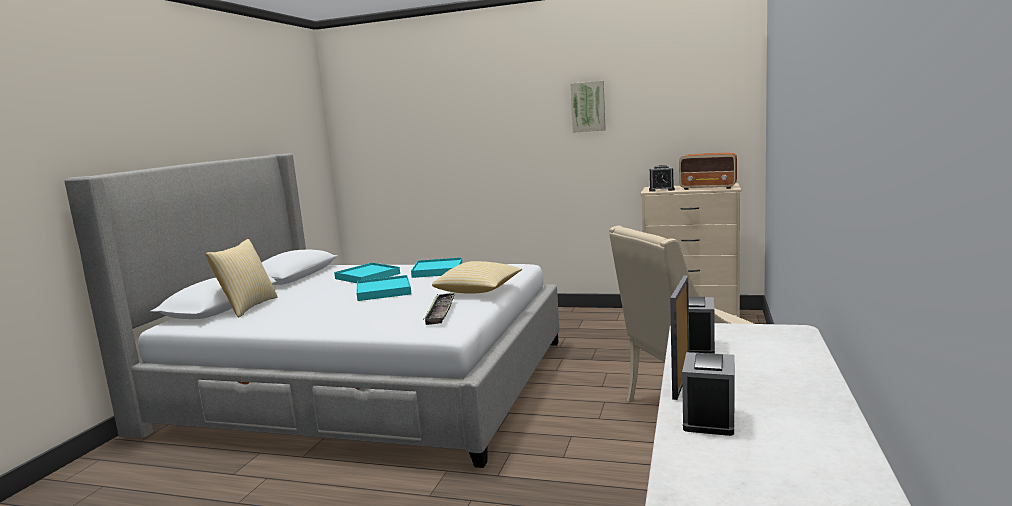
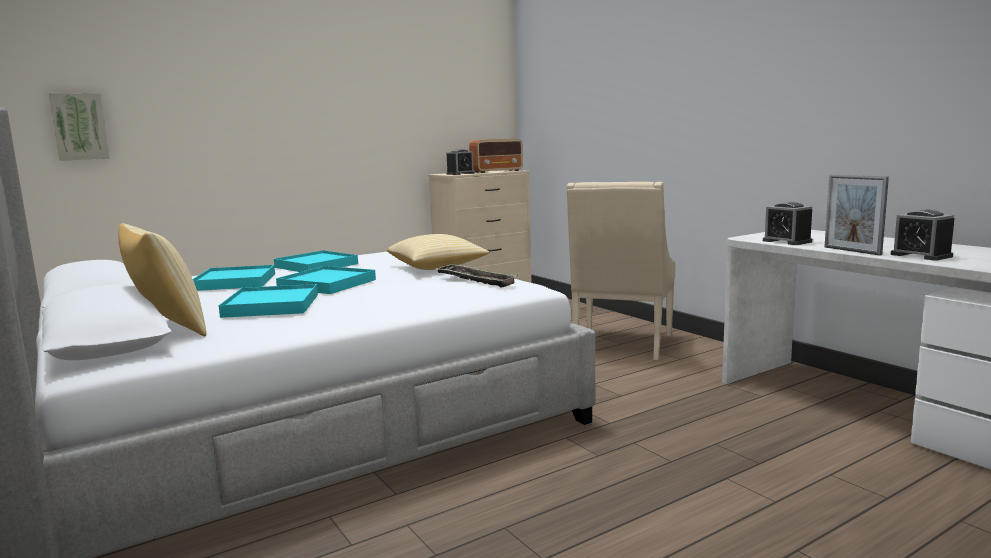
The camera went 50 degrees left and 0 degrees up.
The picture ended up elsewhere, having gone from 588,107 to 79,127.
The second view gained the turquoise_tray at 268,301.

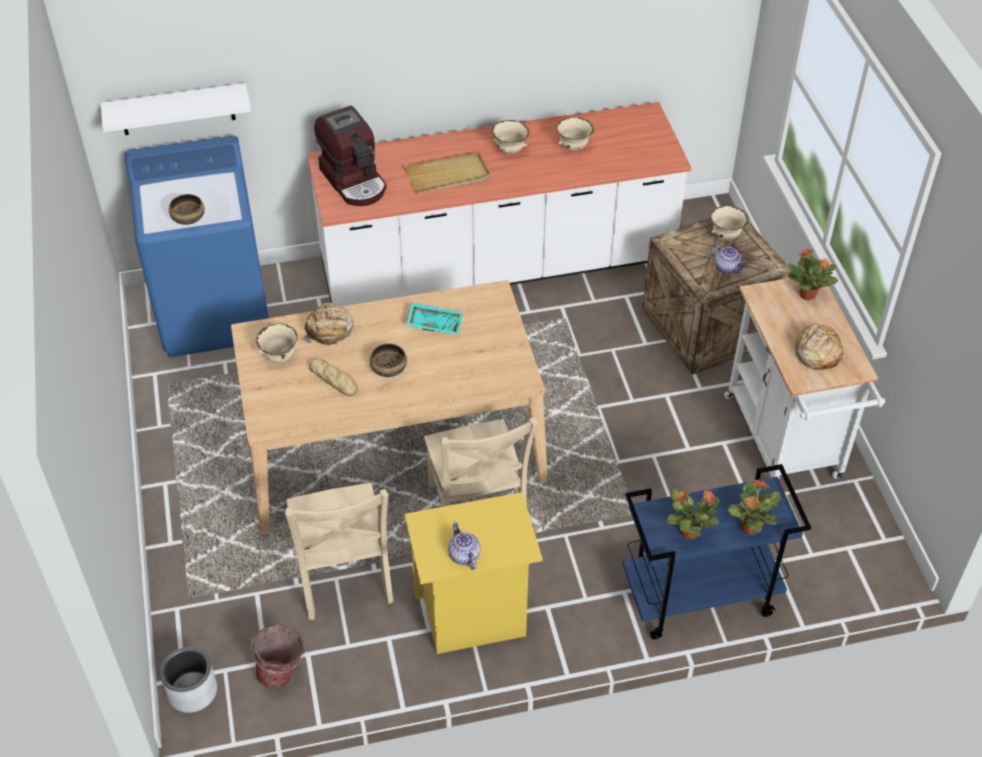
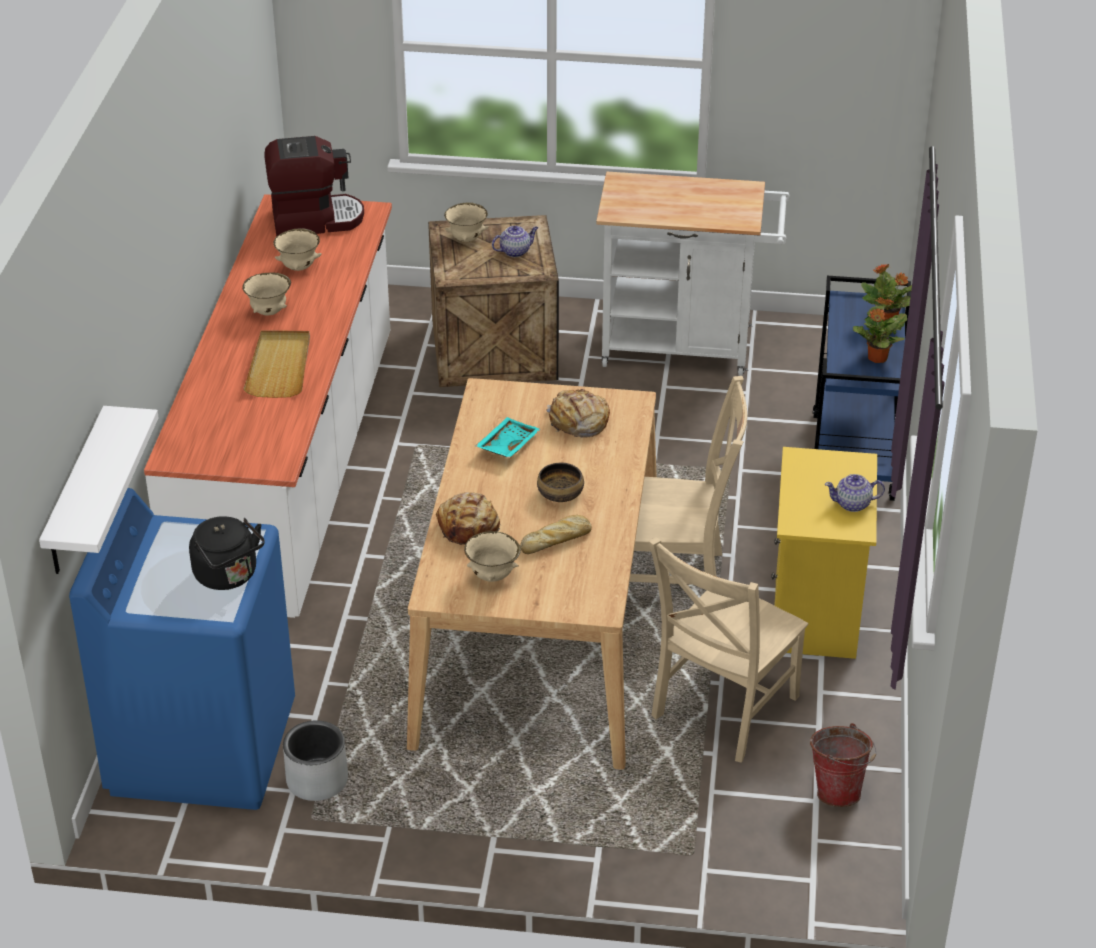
The camera went 70 degrees left and 10 degrees down.
Where the bowl stood at 187,209, the black_kettle came to stand at 227,553.
The coffee_machine ended up elsewhere, having gone from 350,156 to 314,186.
The grey_planter ended up elsewhere, having gone from 188,680 to 315,760.
The bread ended up elsewhere, having gone from 818,347 to 578,413.
The beige_chair at 339,551 ended up facing another way, 120 degrees clockwise from before.
The second view lost the potted_plant at 813,275.

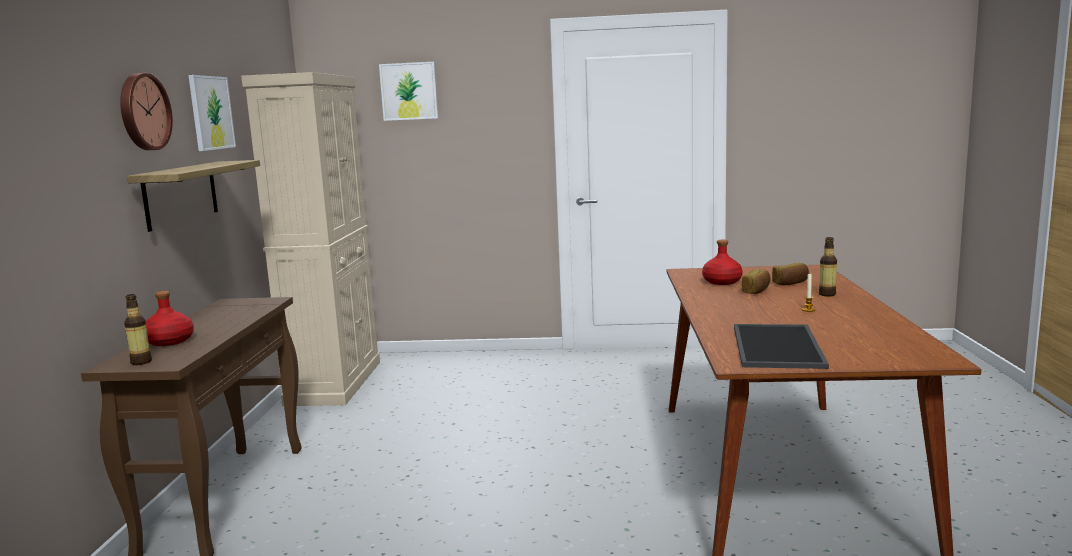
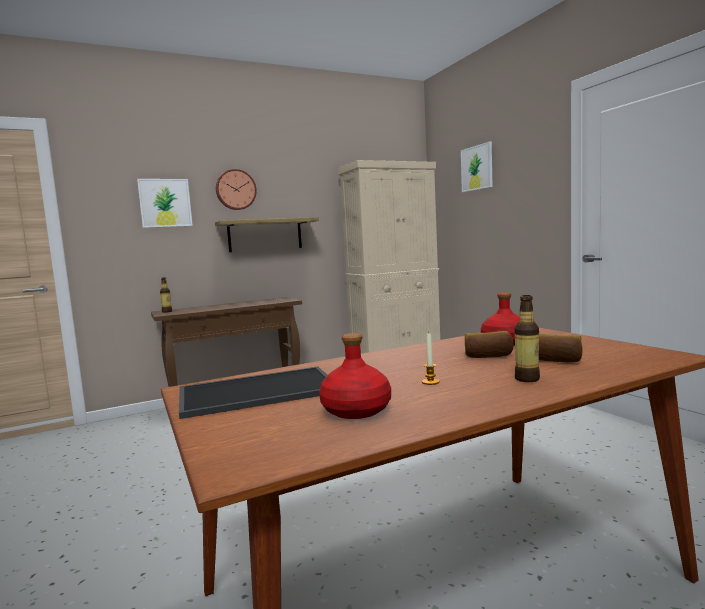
The camera went 60 degrees right and 5 degrees down.
The picture ended up elsewhere, having gone from 212,113 to 165,203.
The red_bottle ended up elsewhere, having gone from 170,318 to 355,376.

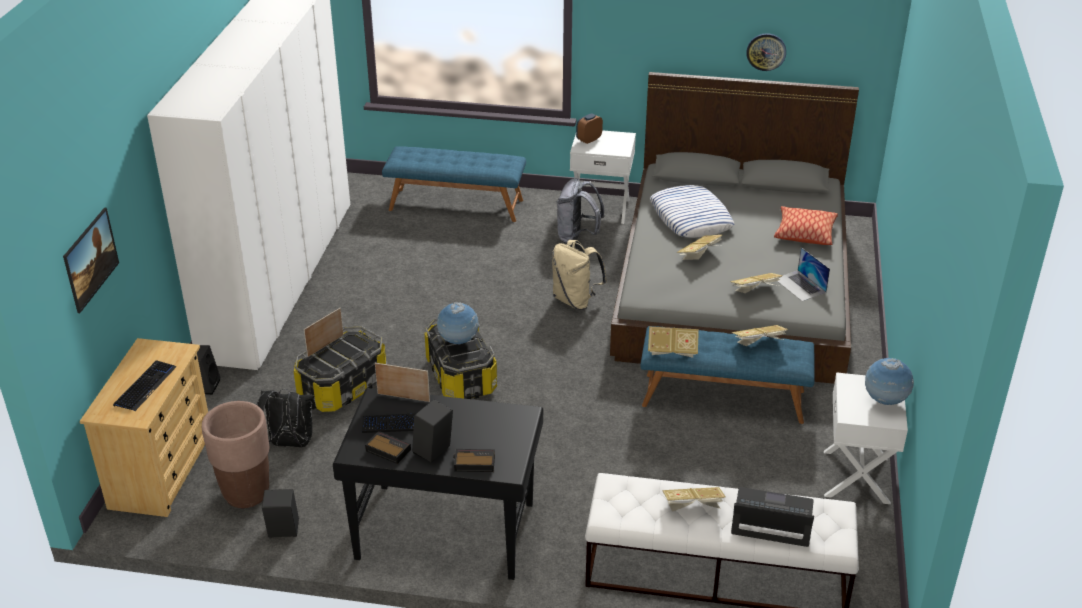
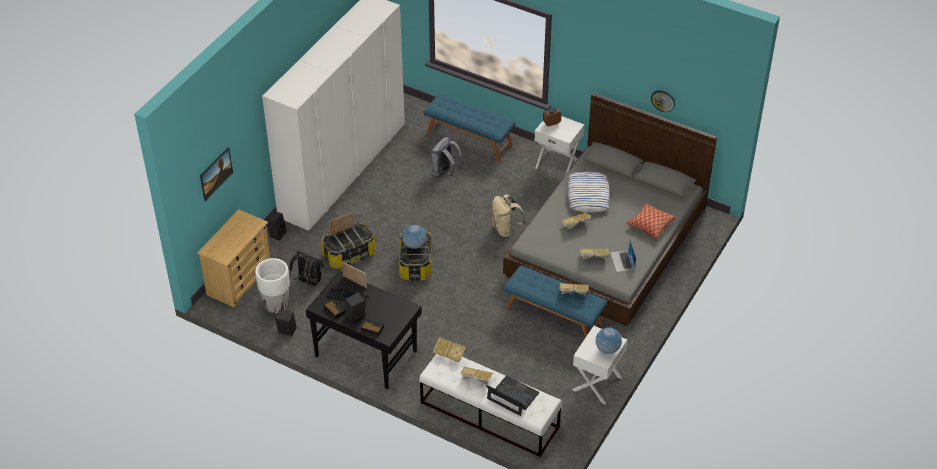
The camera went 20 degrees right and 10 degrees up.
What was the brown_planter at 235,454 turned into the white_planter at 272,285.
The grey_backpack ended up elsewhere, having gone from 580,211 to 447,157.
The book ended up elsewhere, having gone from 673,342 to 449,350.
The second view lost the keyboard at 144,385.

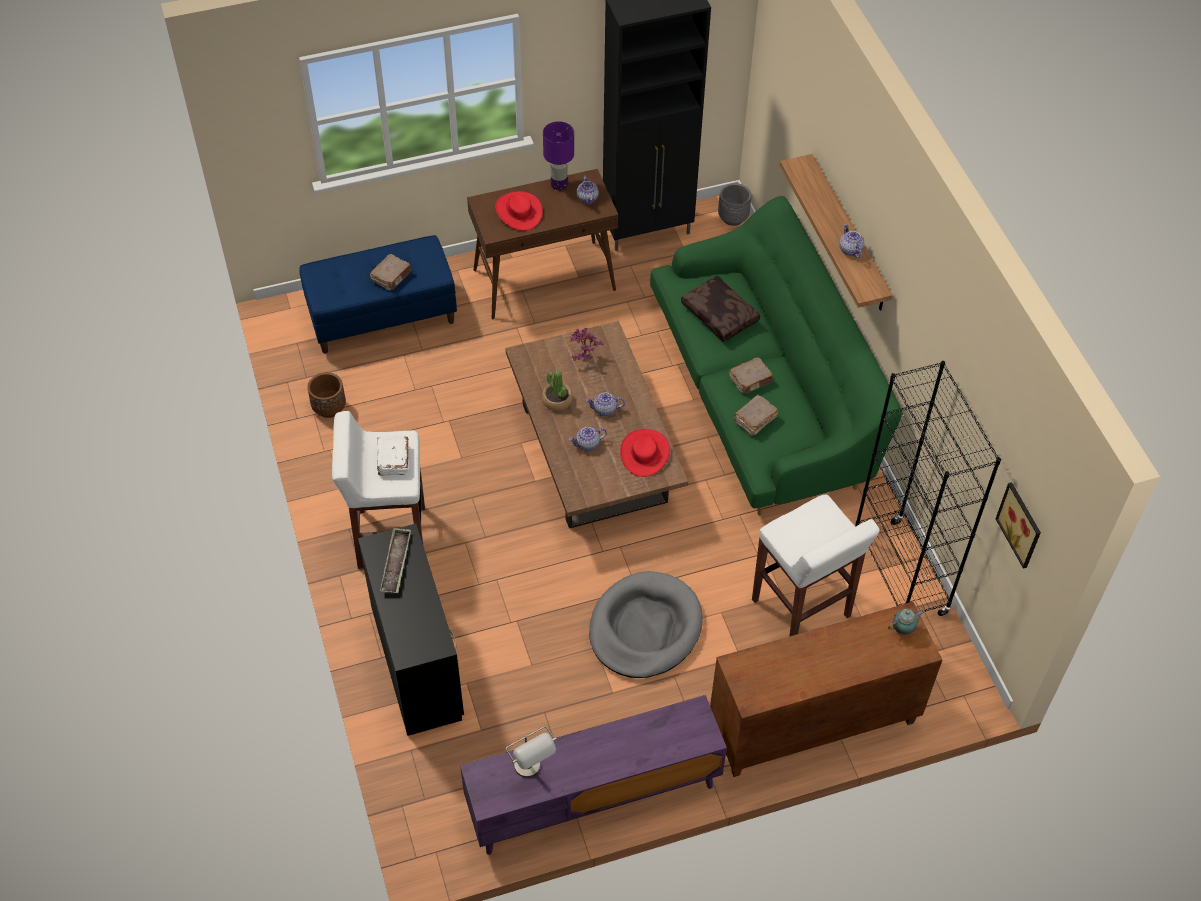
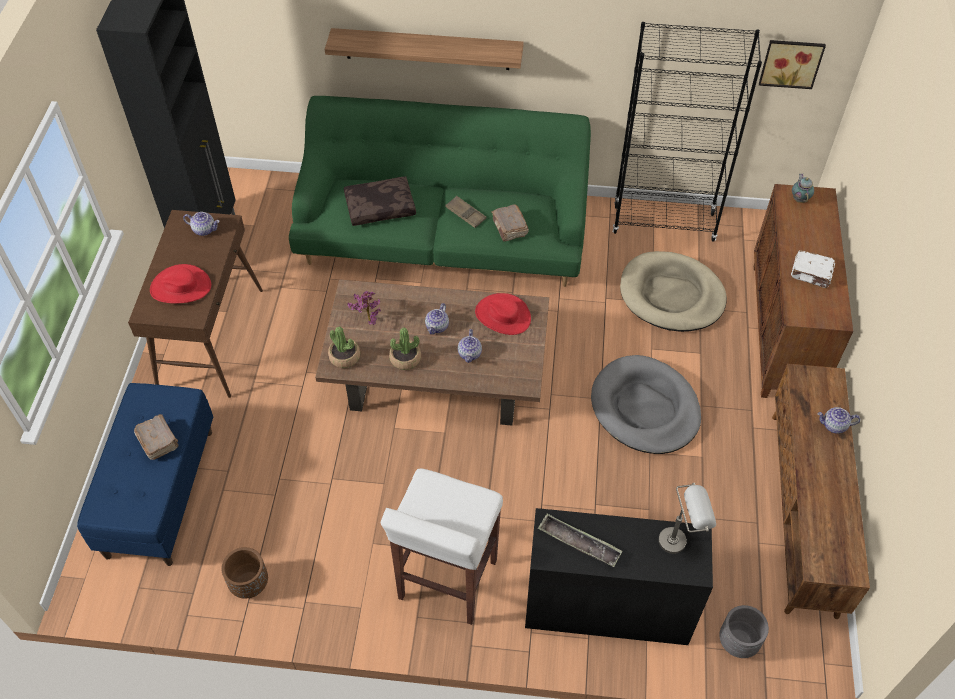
The camera went 65 degrees left and 0 degrees up.
The second view gained the potted_plant at 344,347.
Where the brown_book stood at 751,376, the brown_tray came to stand at 465,212.
Where the white_stool stood at 816,566, the beige_dog_bed came to stand at 673,291.
The grey_table_lamp ended up elsewhere, having gone from 530,752 to 687,518.
The grey_planter ended up elsewhere, having gone from 735,204 to 744,631.
What was the purple_tv_stand at 593,775 turned into the brown_tv_stand at 821,491.
The white_book ended up elsewhere, having gone from 393,456 to 813,269.
The teapot ended up elsewhere, having gone from 851,241 to 838,420.
The second view lost the purple_table_lamp at 558,155.

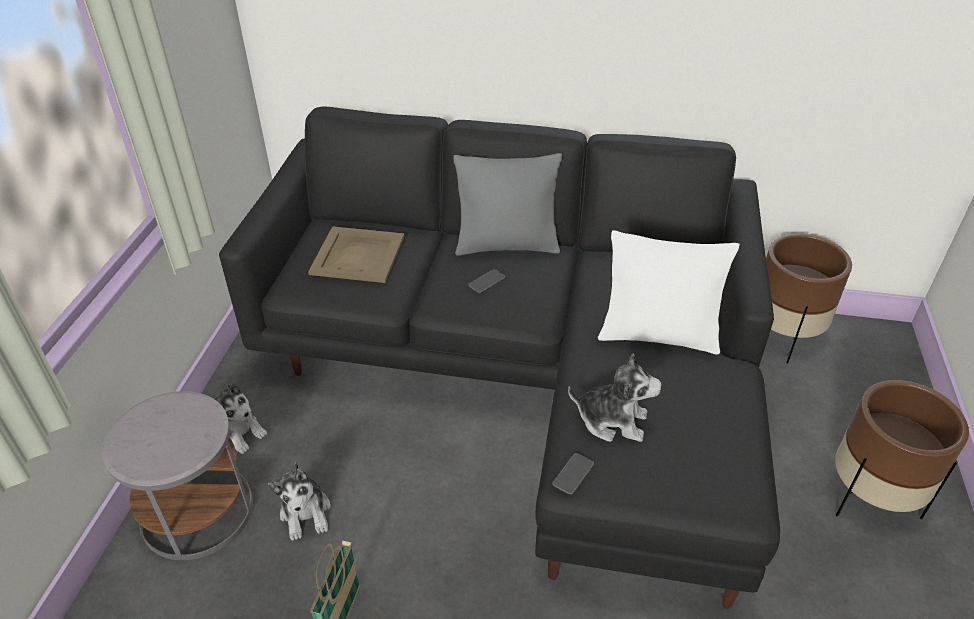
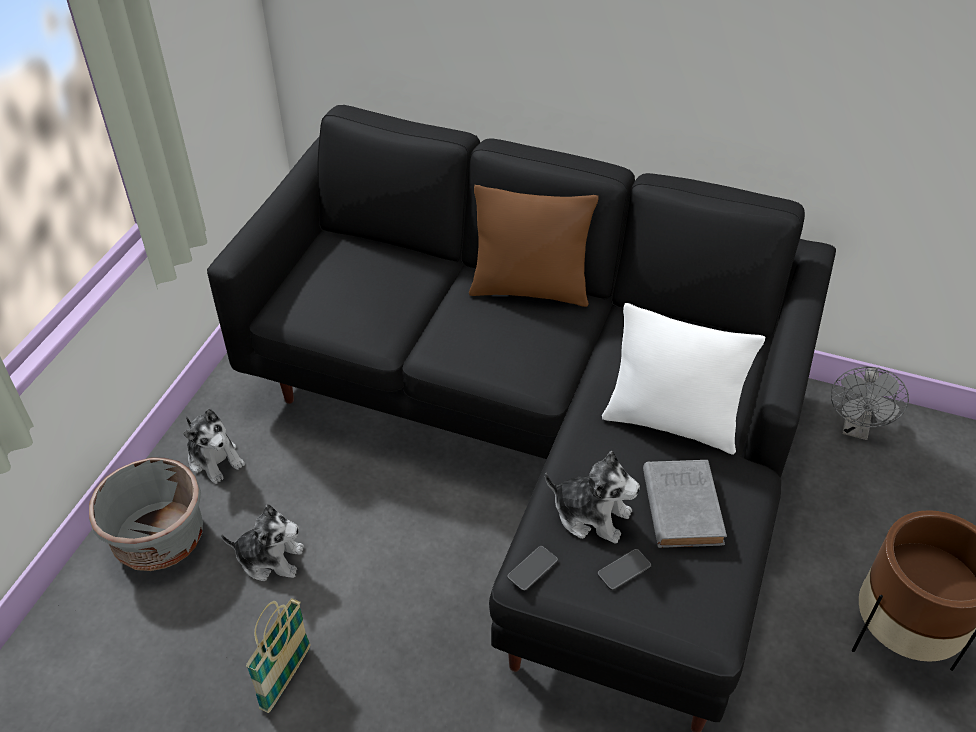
The camera went 10 degrees right and 5 degrees up.
Where the grey_side_table stood at 177,475, the grey_planter came to stand at 146,514.
The plush_toy at 299,500 ended up facing another way, 75 degrees counterclockwise from before.
What was the grey_pillow at 507,204 turned into the brown_pillow at 533,246.
The phone ended up elsewhere, having gone from 487,281 to 624,569.
The second view gained the grey_book at 685,504.
Where the brown_planter stood at 809,298, the grey_fan came to stand at 870,403.
The second view lost the beige_tray at 356,254.

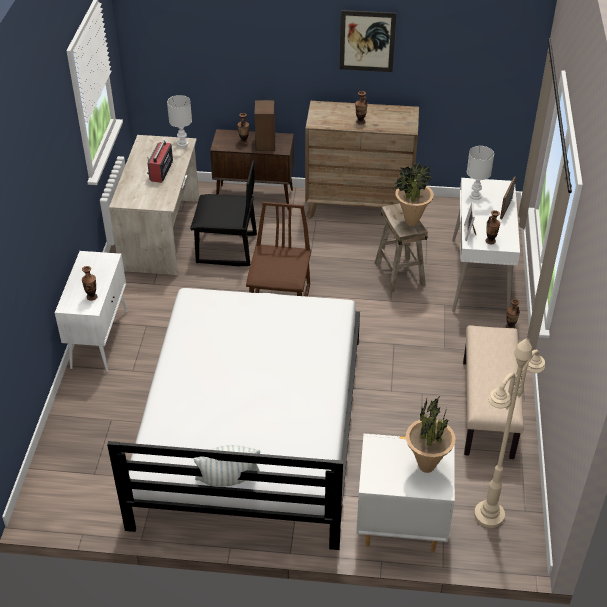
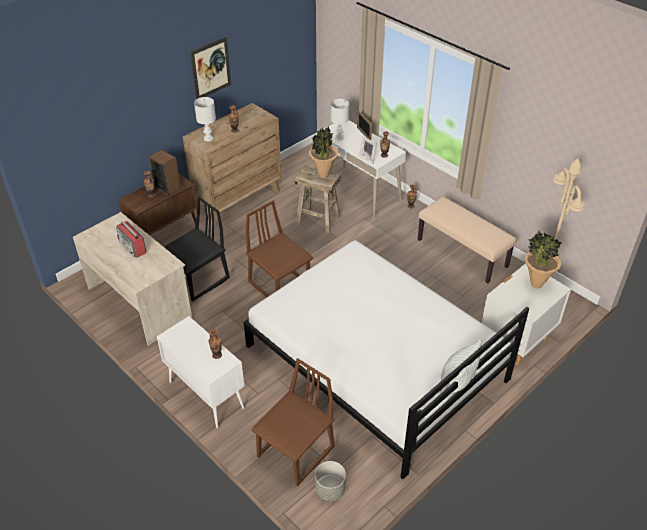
The camera went 50 degrees left and 0 degrees up.
The white_table_lamp ended up elsewhere, having gone from 179,121 to 205,119.
The second view gained the brown_chair at 293,422.
The second view gained the grey_planter at 330,481.

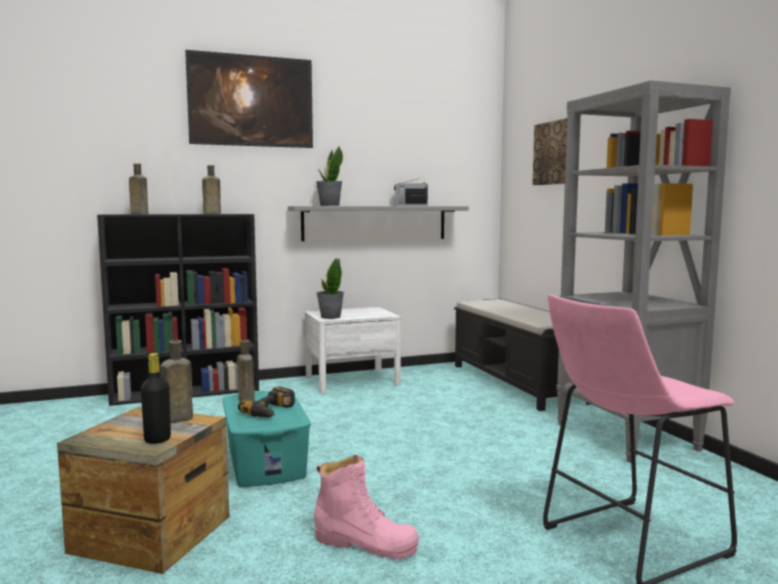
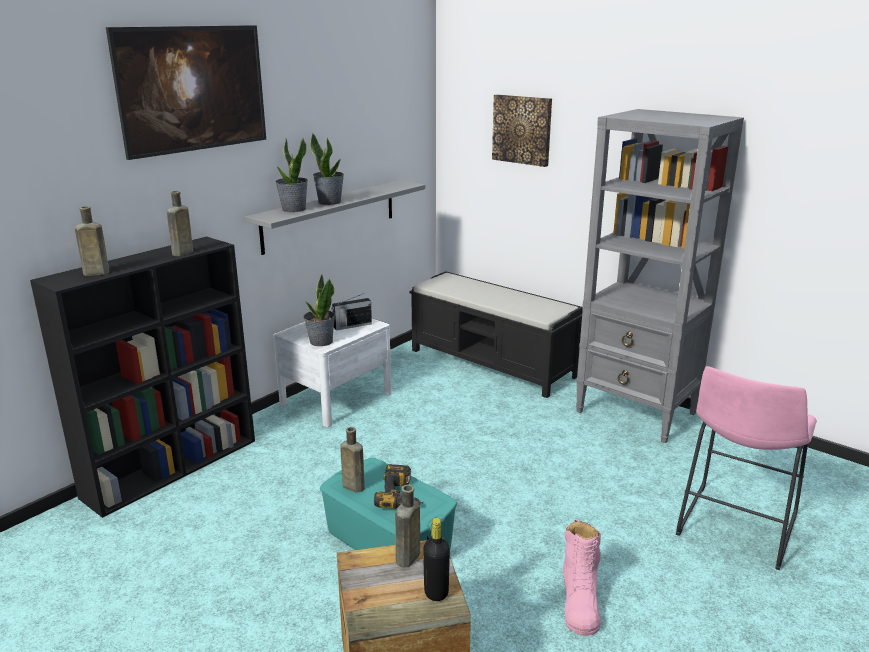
The camera went 30 degrees left and 15 degrees up.
The second view gained the potted_plant at 327,169.
The radio ended up elsewhere, having gone from 411,192 to 351,311.
The pink_boot at 366,507 ended up facing another way, 105 degrees clockwise from before.

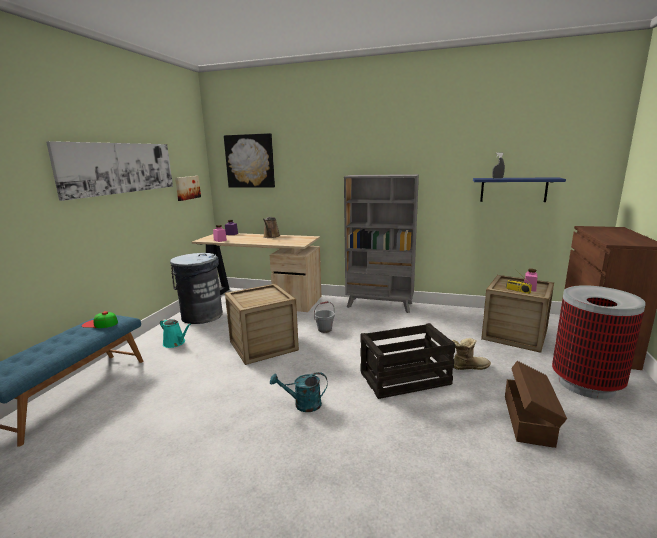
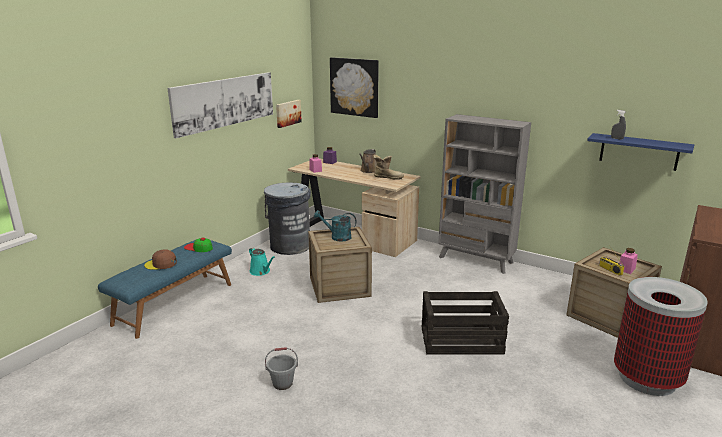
The camera went 15 degrees right and 5 degrees up.
The second view gained the brown_cap at 160,259.
The grey_bucket ended up elsewhere, having gone from 324,317 to 281,368.
The turquoise_watering_can ended up elsewhere, having gone from 299,392 to 335,225.
The boot ended up elsewhere, having gone from 471,354 to 388,167.
The second view lost the brown_storage_box at 536,404.

